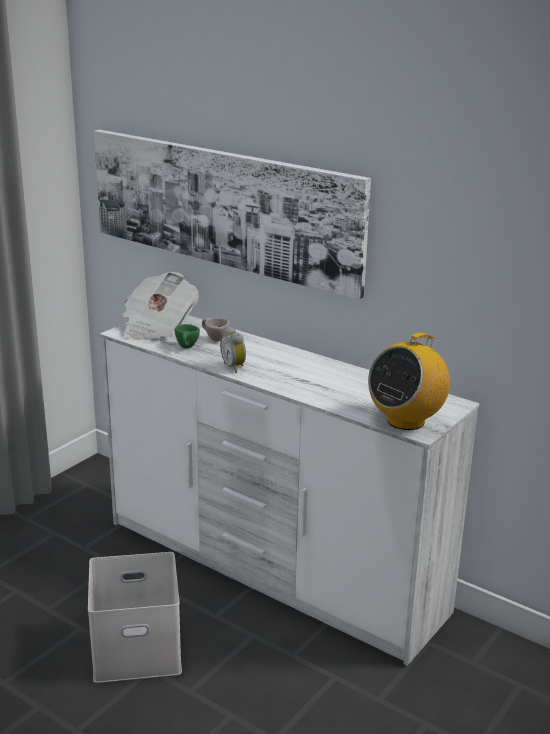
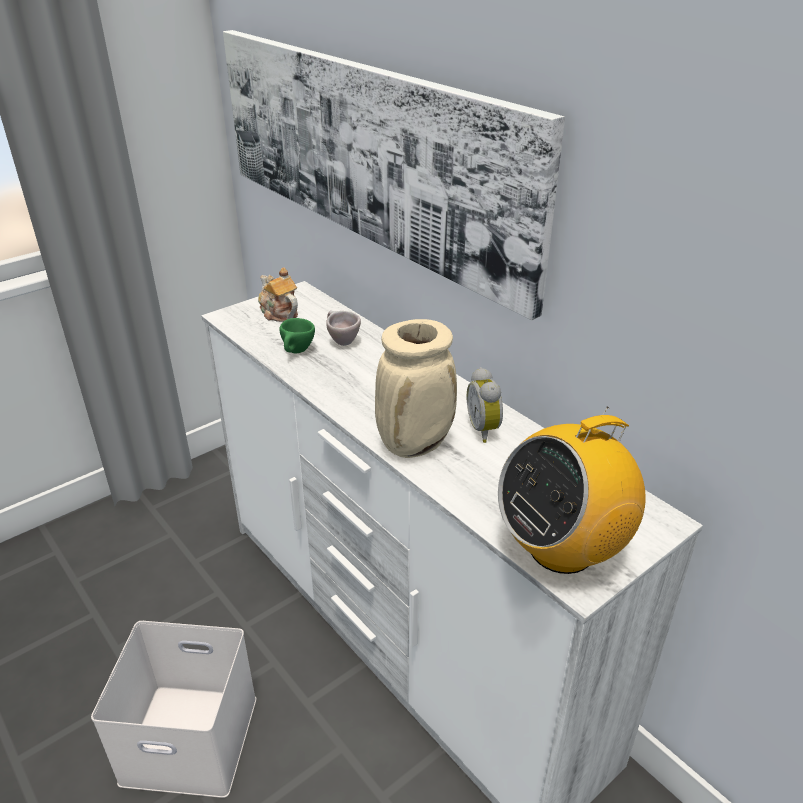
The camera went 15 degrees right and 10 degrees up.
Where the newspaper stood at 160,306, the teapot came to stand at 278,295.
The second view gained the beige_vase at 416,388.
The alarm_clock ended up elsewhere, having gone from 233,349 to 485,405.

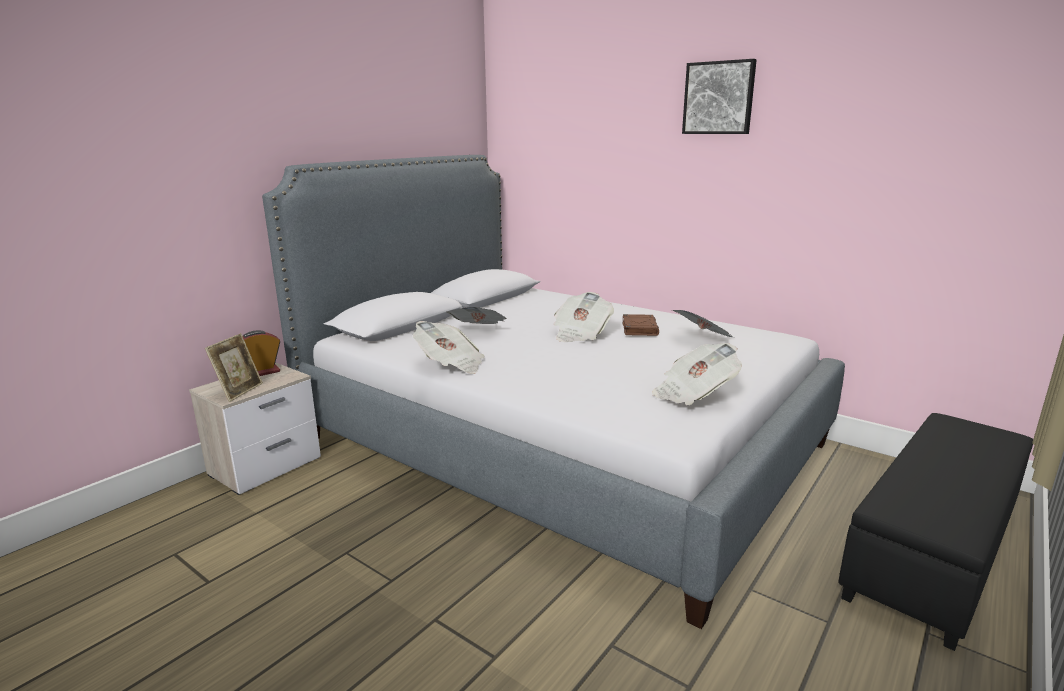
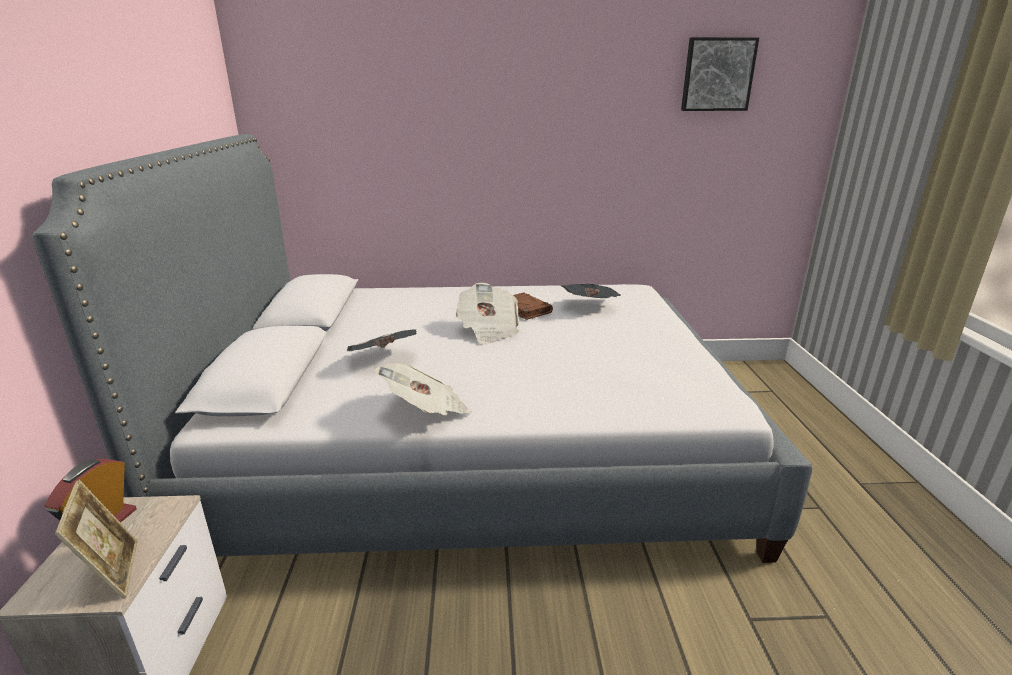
The camera went 40 degrees left and 5 degrees up.
The picture ended up elsewhere, having gone from 719,96 to 720,74.
The second view lost the newspaper at 697,374.
The second view lost the black_ottoman at 935,532.

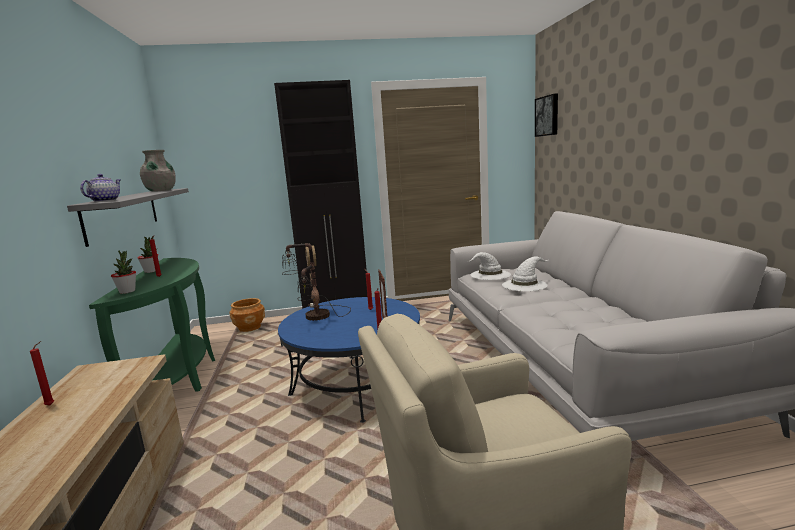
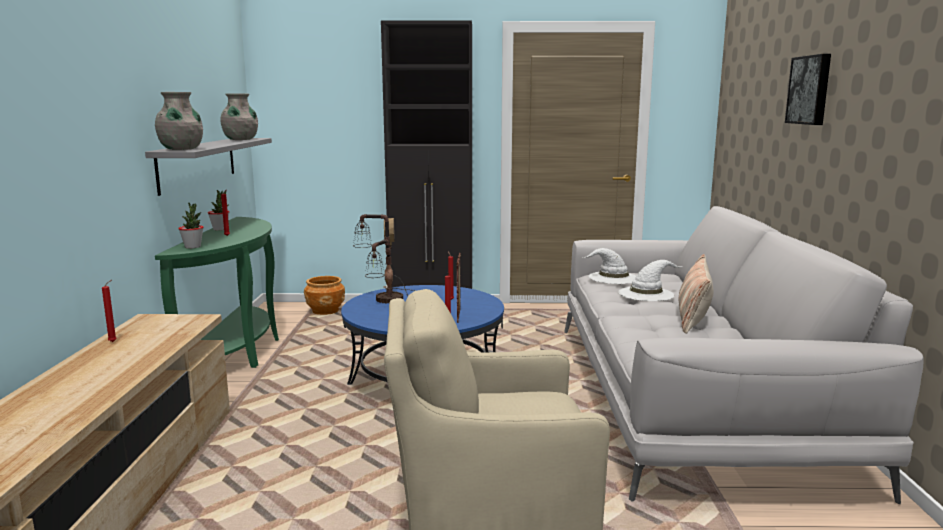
The camera went 10 degrees right and 0 degrees up.
Where the teapot stood at 100,188, the grey_vase came to stand at 179,121.
The second view gained the pillow at 696,294.
The picture ended up elsewhere, having gone from 546,115 to 808,89.

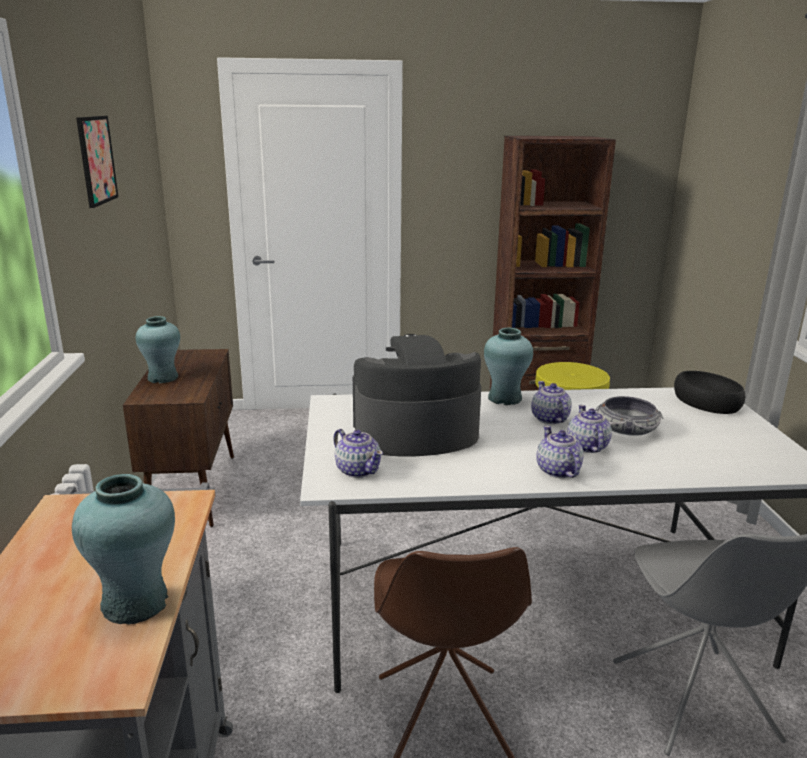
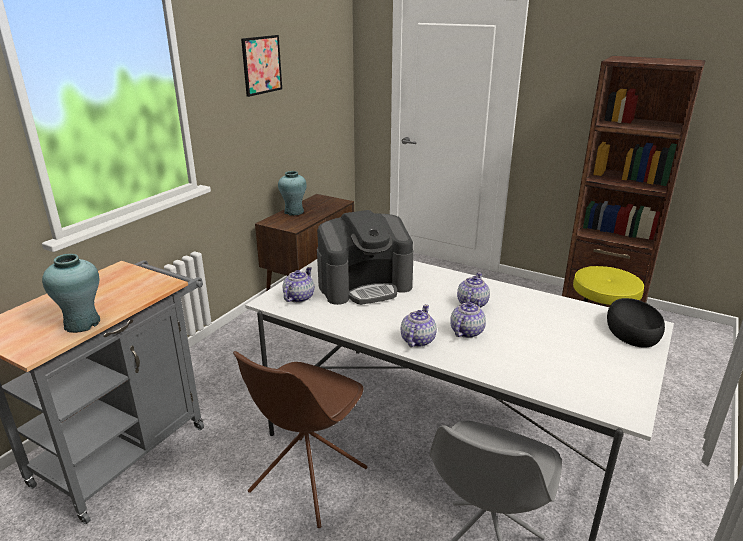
The camera went 35 degrees right and 5 degrees up.
The teapot at 358,453 ended up facing another way, 150 degrees counterclockwise from before.
The coffee_machine at 417,395 ended up facing another way, 135 degrees clockwise from before.
The second view lost the turquoise_vase at 508,366.
The second view lost the bowl at 630,416.

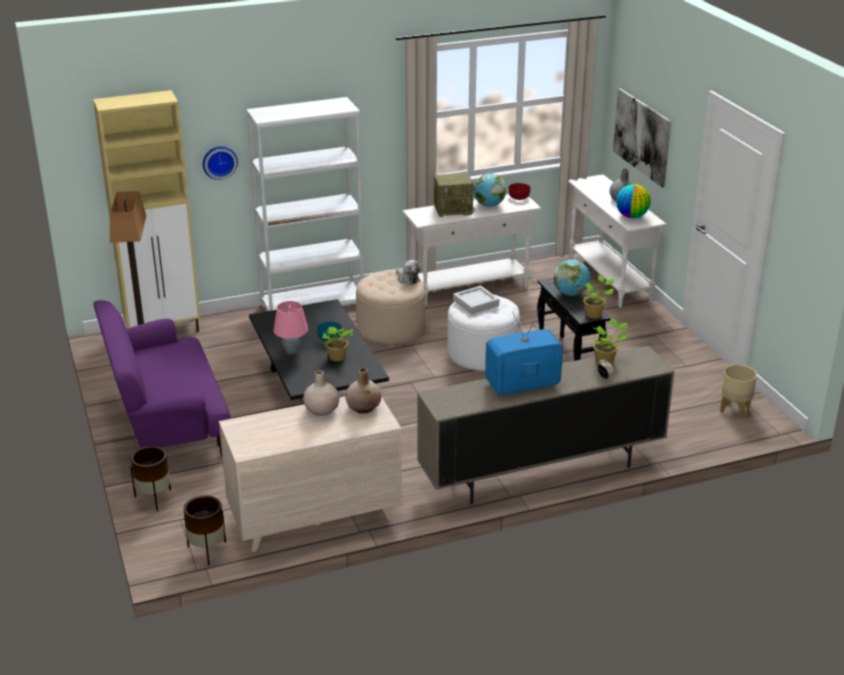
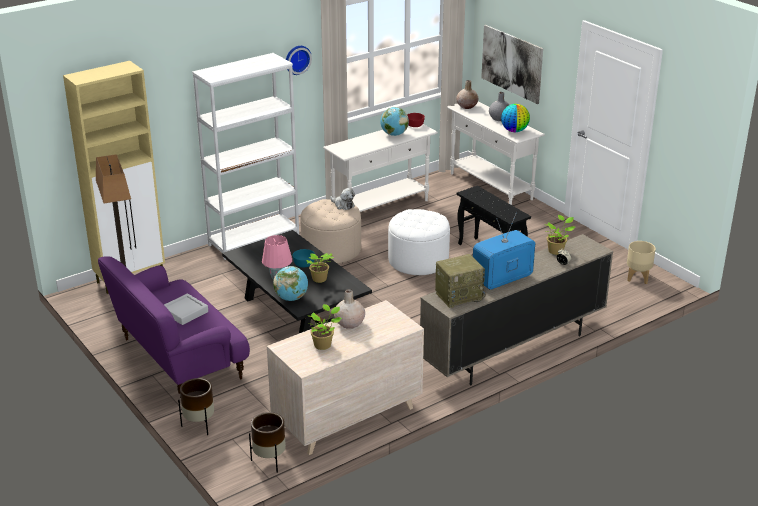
The camera went 15 degrees left and 0 degrees up.
The grey_tray ended up elsewhere, having gone from 476,300 to 186,309.
The globe ended up elsewhere, having gone from 572,278 to 290,283.
The wall_clock ended up elsewhere, having gone from 220,163 to 299,60.
The potted_plant ended up elsewhere, having gone from 598,297 to 325,327.
The radio ended up elsewhere, having gone from 454,195 to 460,281.
The beige_vase ended up elsewhere, having gone from 363,390 to 467,94.

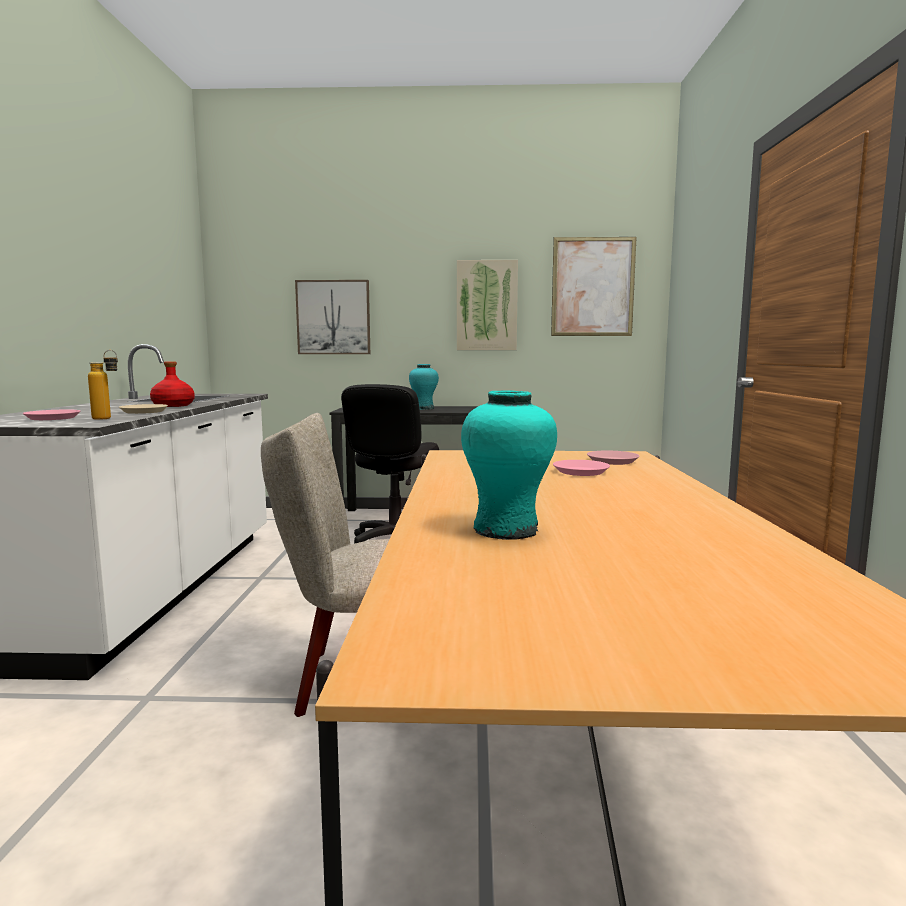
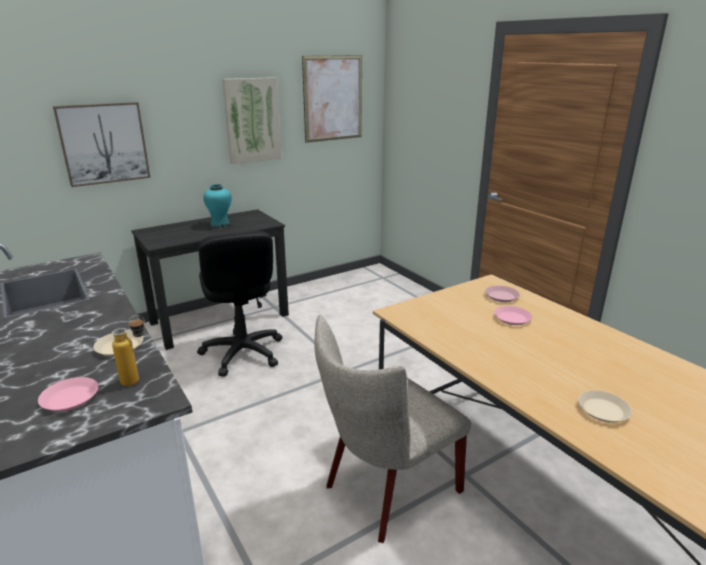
The camera went 35 degrees left and 15 degrees up.
Where the turquoise_vase stood at 509,465, the beige_plate came to stand at 605,406.
The second view lost the red_bottle at 172,384.

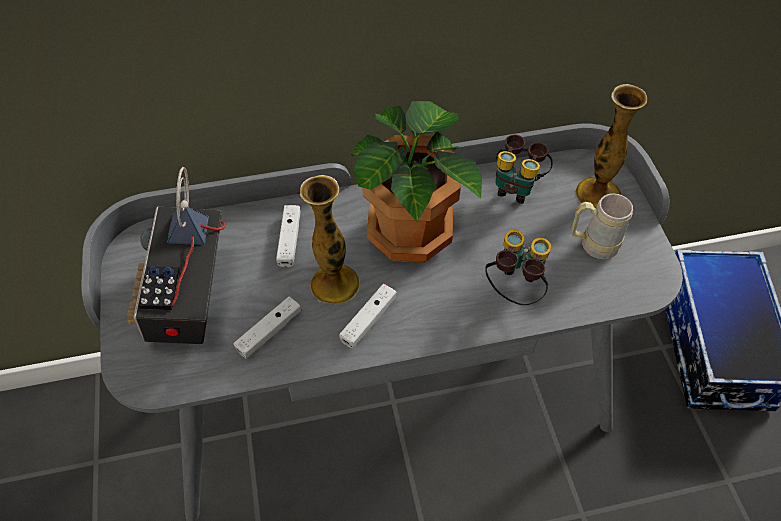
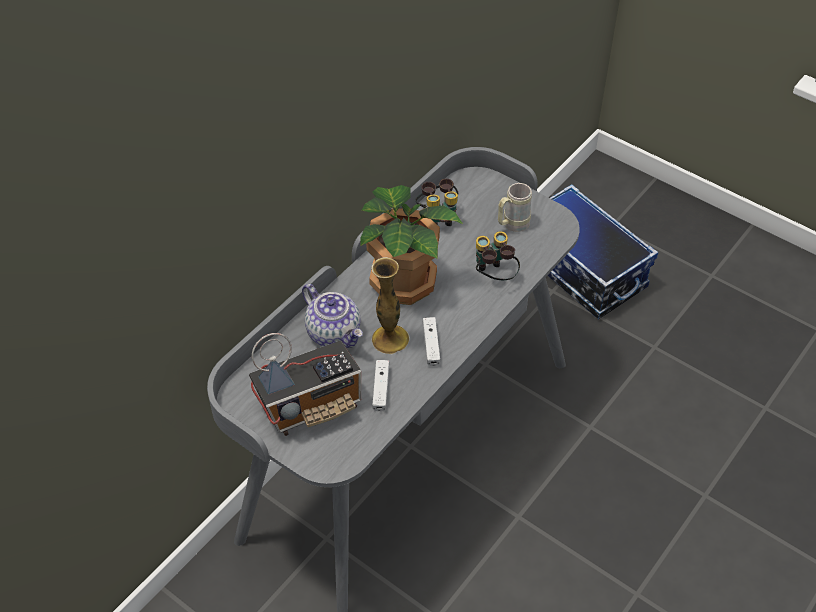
The camera went 40 degrees left and 5 degrees down.
The radio at 176,255 ended up facing another way, 75 degrees counterclockwise from before.
Where the white_game_controller stood at 288,236, the teapot came to stand at 332,316.
The second view lost the vase at 611,146.

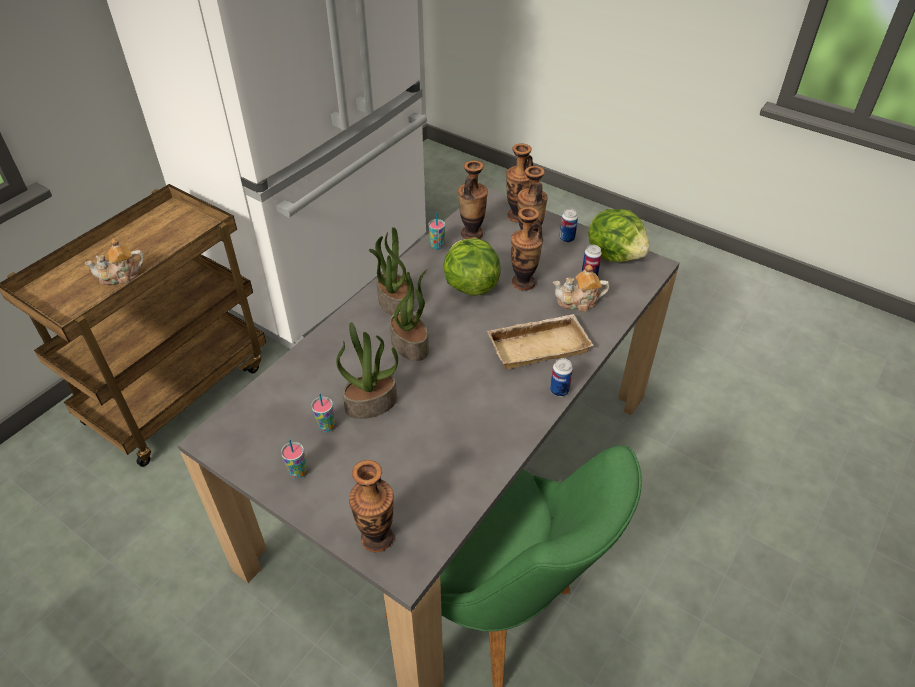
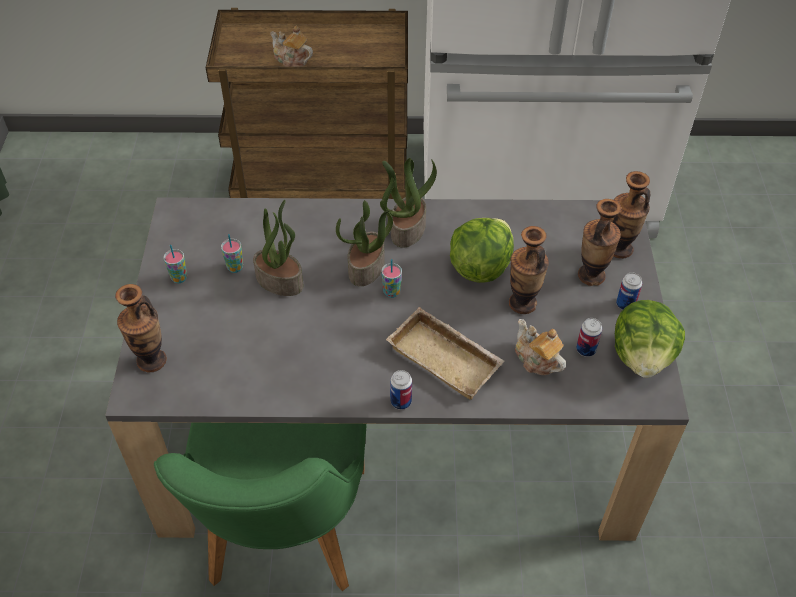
The camera went 55 degrees right and 5 degrees up.
The cup ended up elsewhere, having gone from 436,231 to 391,278.
The second view lost the vase at 473,200.

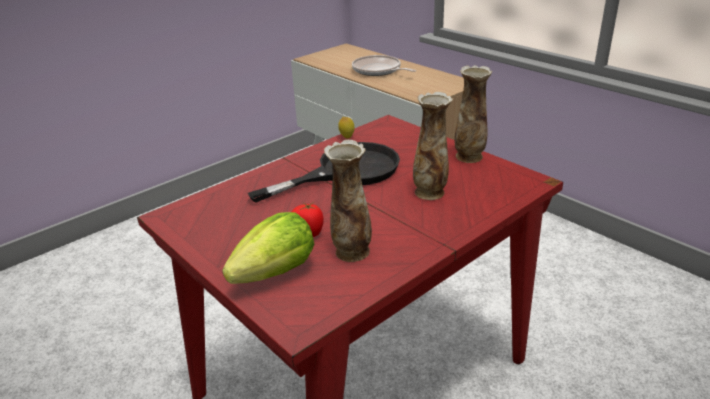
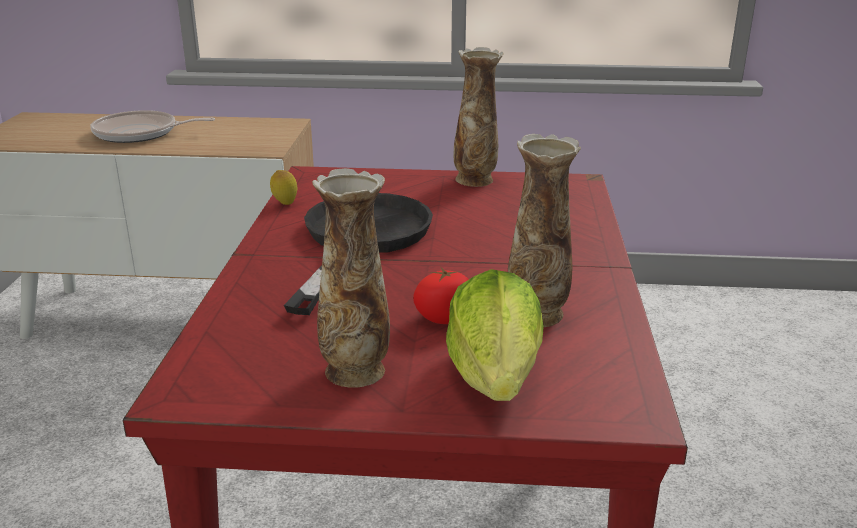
The camera went 45 degrees left and 5 degrees down.
The vase ended up elsewhere, having gone from 433,146 to 351,278.

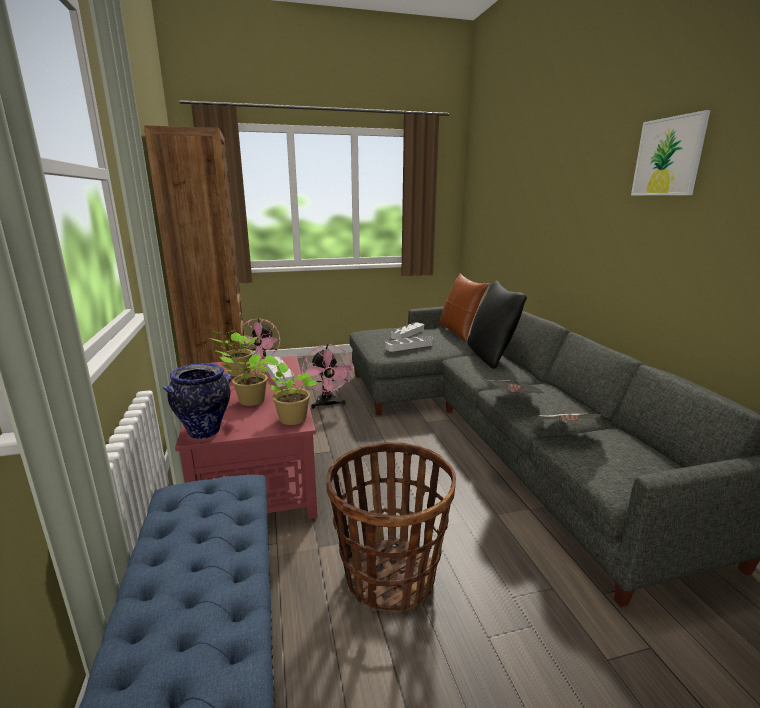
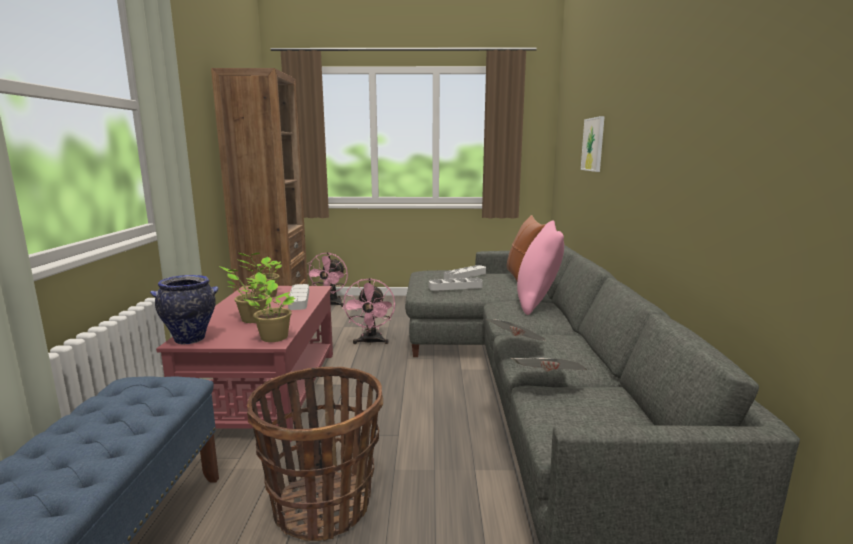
The camera went 15 degrees right and 5 degrees down.
What was the black_pillow at 497,325 turned into the pink_pillow at 540,268.
The picture ended up elsewhere, having gone from 670,152 to 593,144.

